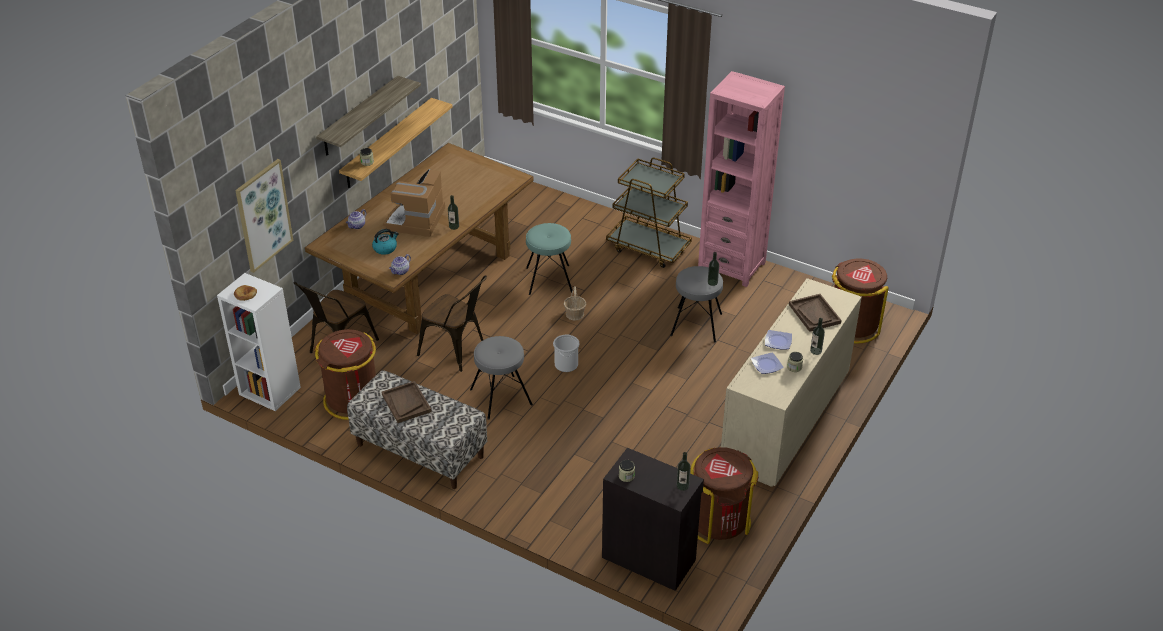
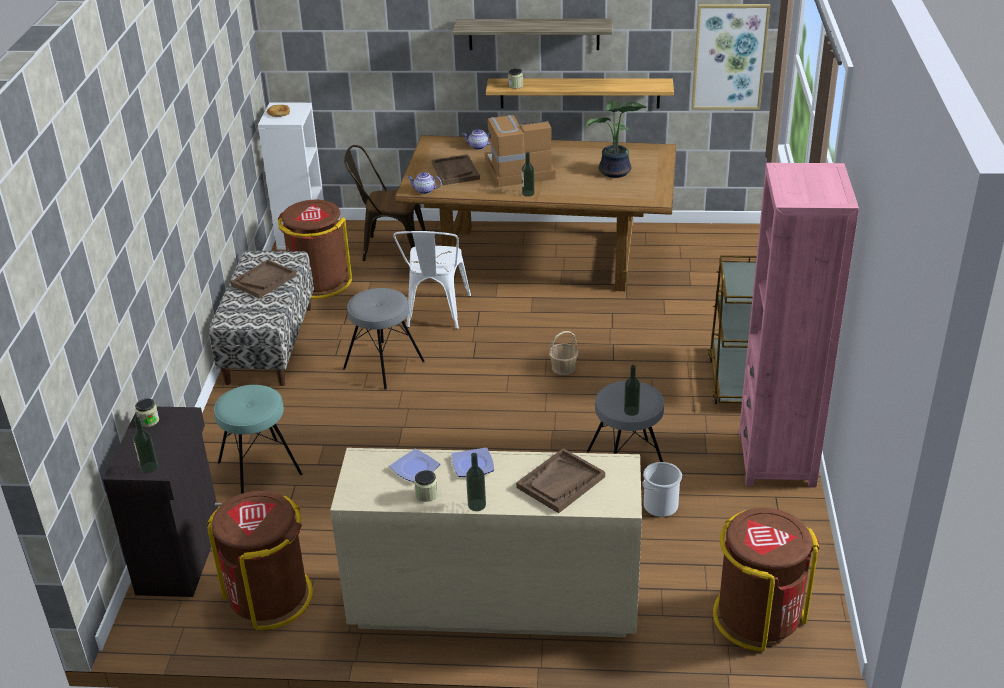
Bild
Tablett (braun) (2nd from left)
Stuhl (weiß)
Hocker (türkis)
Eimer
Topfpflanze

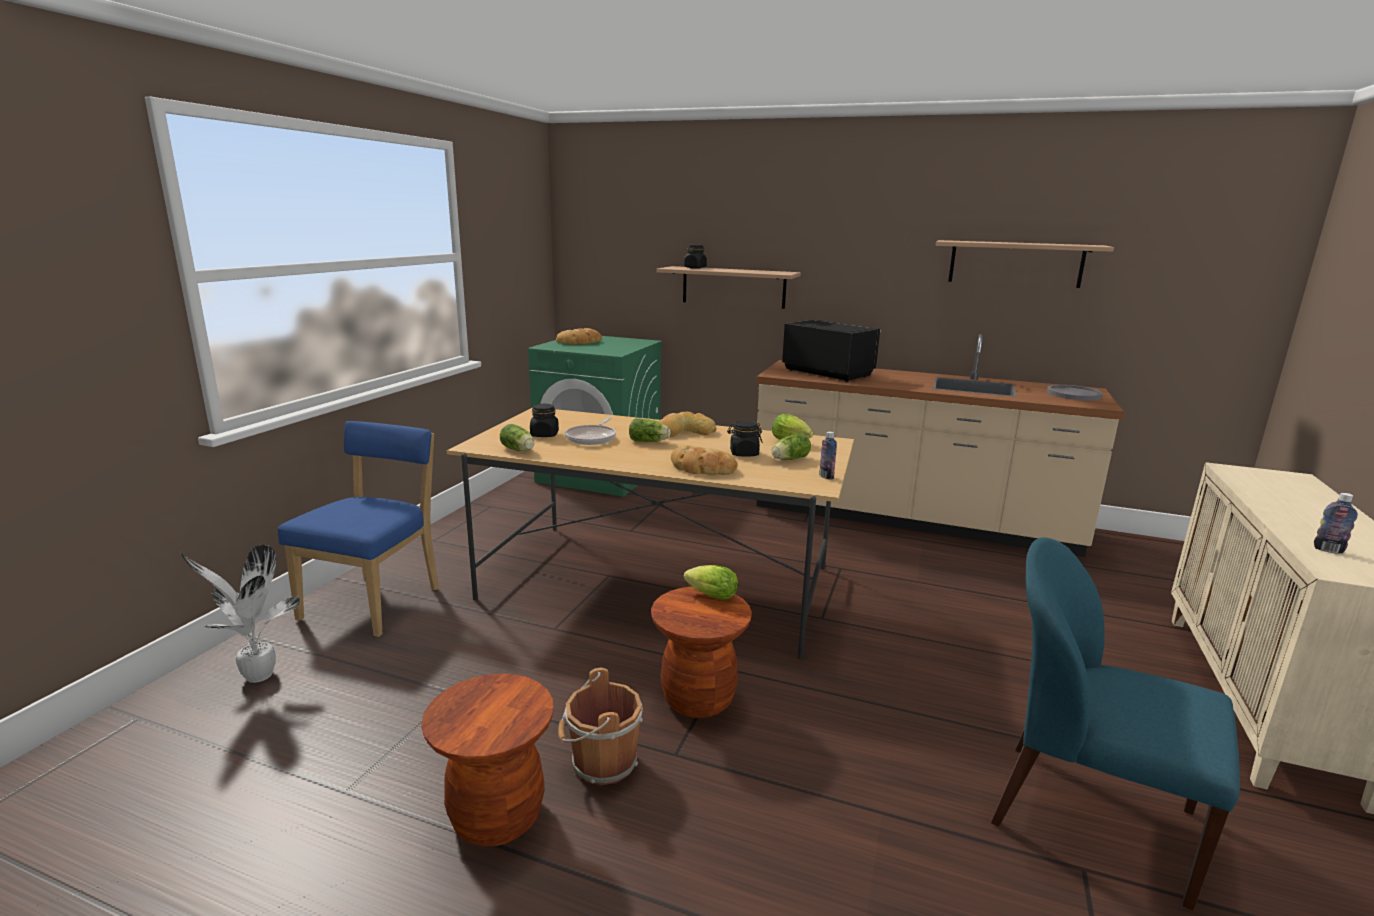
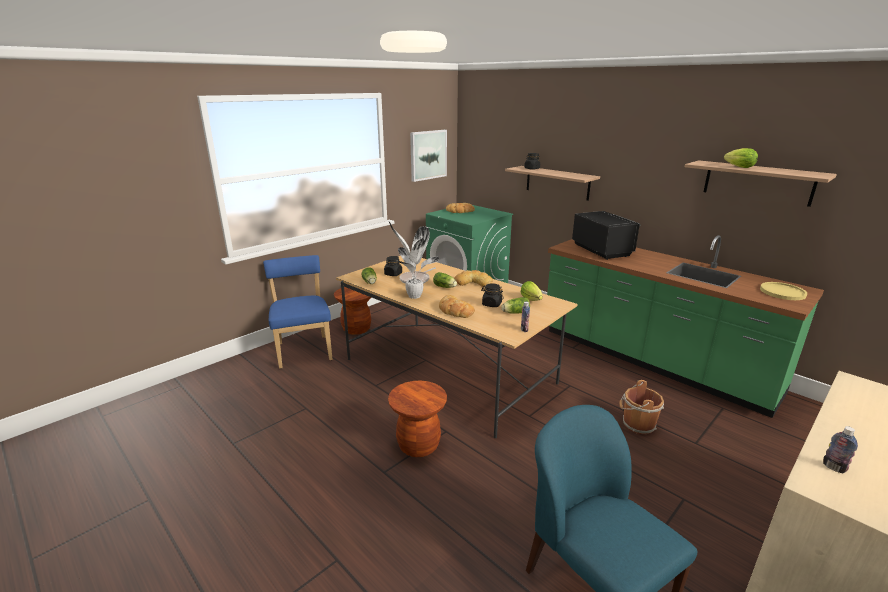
Topfpflanze
Stuhl (blau) (1st from left)
Hocker (braun) (1st from left)
Eimer (braun)
Salatkopf (5th from left)
Küchenzeile (grün)
Teller (gelb)
Bild

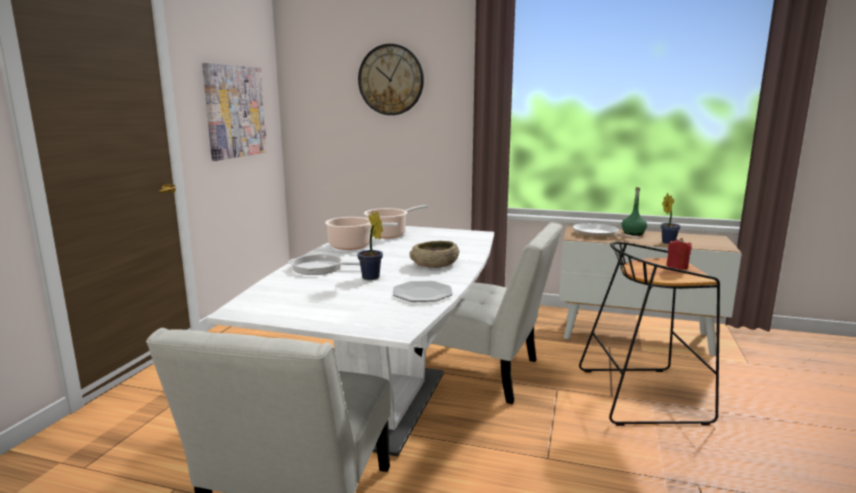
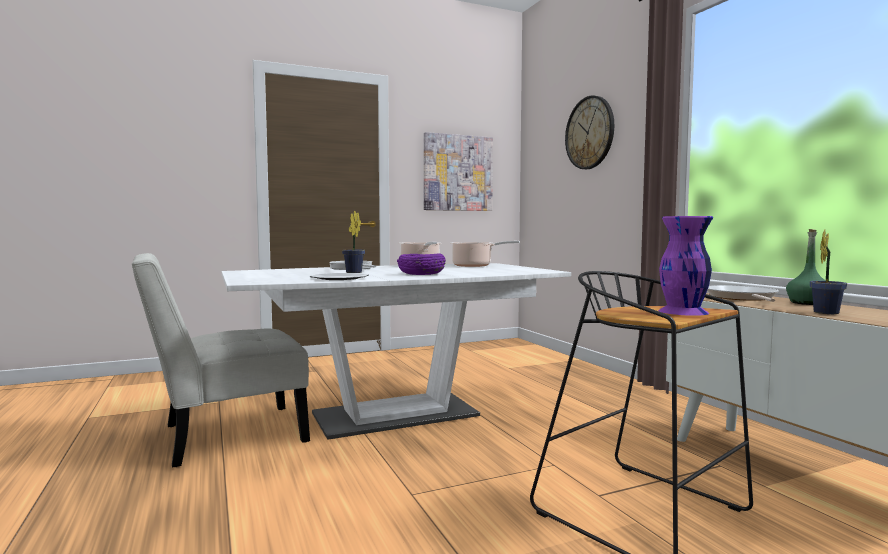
Schüssel (lila)
Stuhl (weiß) (2nd from left in the first image)
Vase (lila)

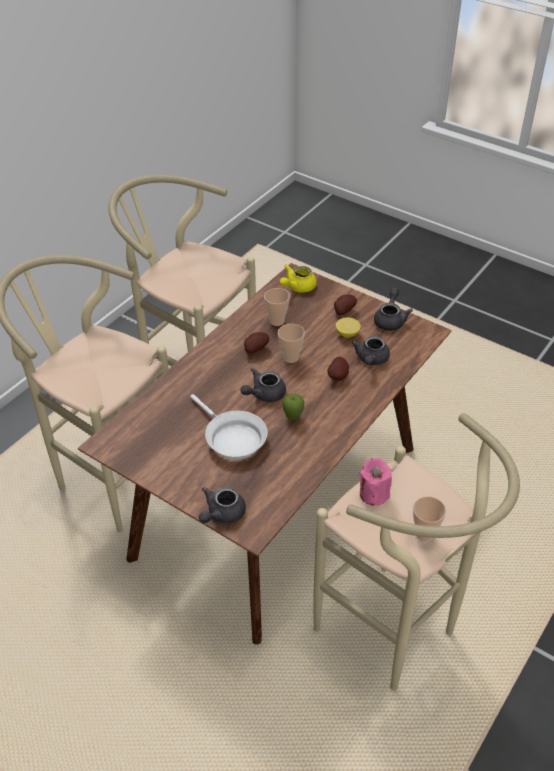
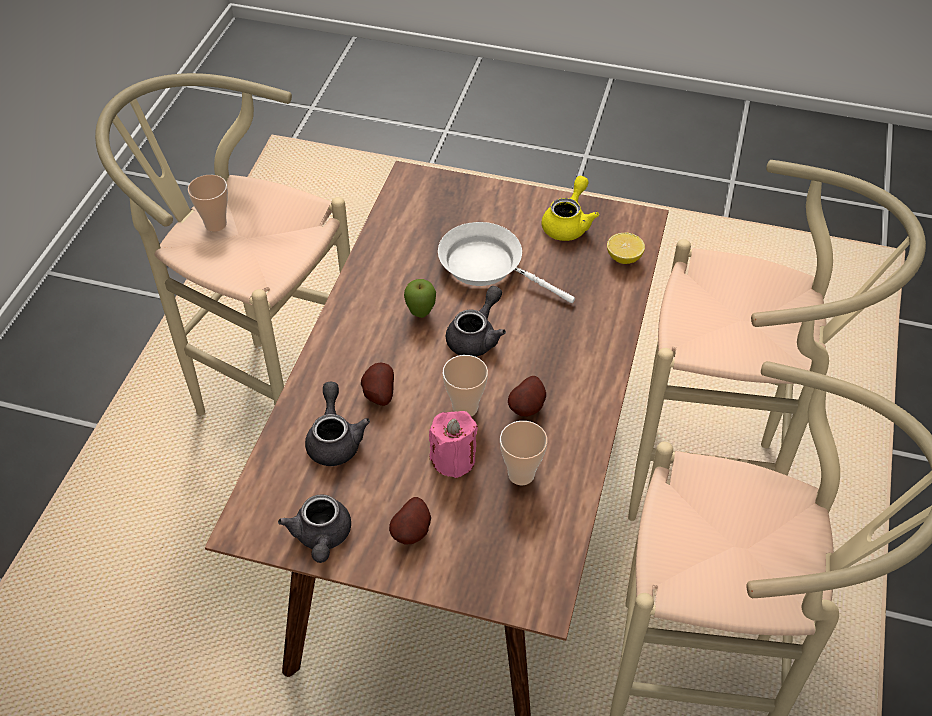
Teekanne (grau) (1st from left in the first image)
Teekanne (gelb)
Zitrone
Kerze (rosa)

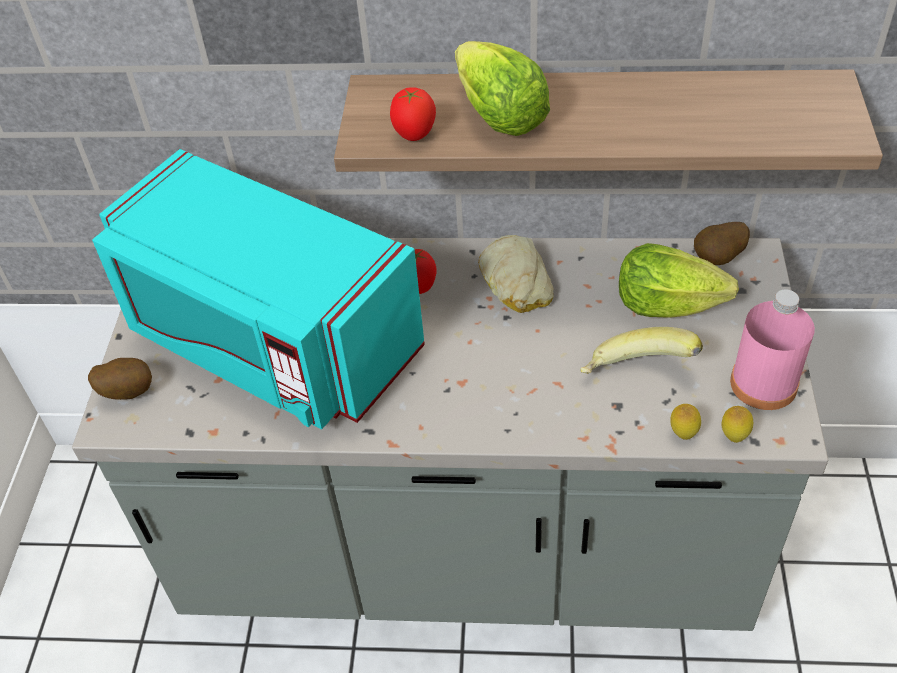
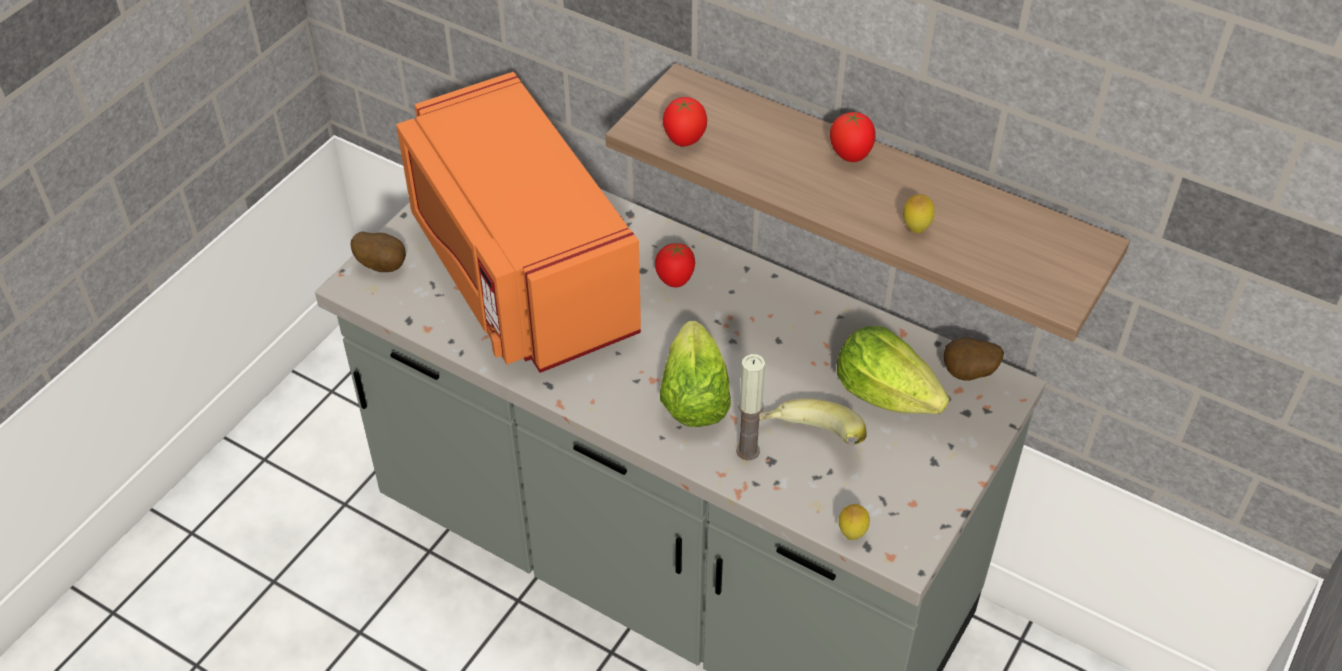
Mikrowelle (orange)
Salatkopf (1st from left)
Brot
Zitrone (2nd from left)
Flasche (rosa)
Kerze
Tomate (3rd from left)

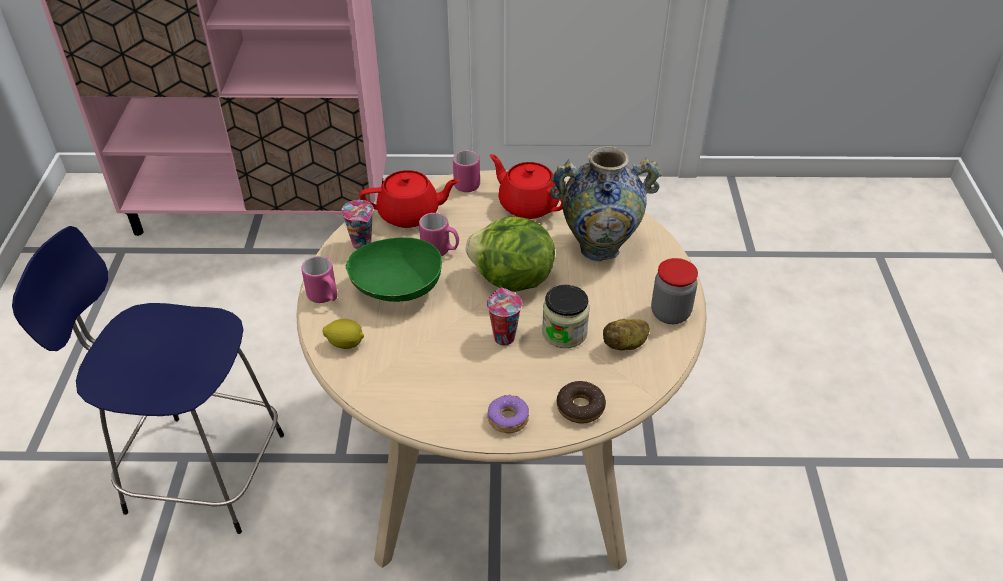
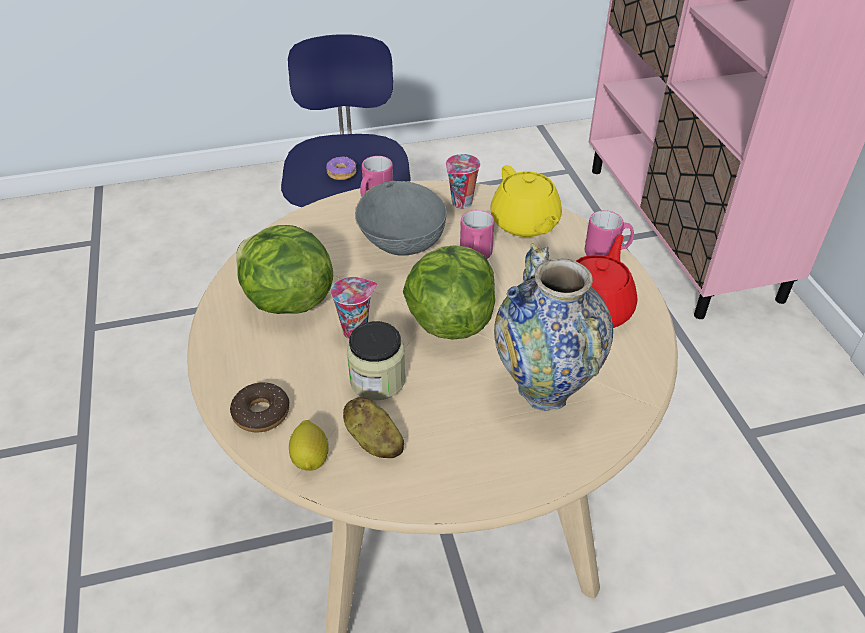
Zitrone
Schüssel (grau)
Teekanne (gelb)
Donut (2nd from left)
Vorratsglas (2nd from left in the first image)
Salatkopf (1st from left)

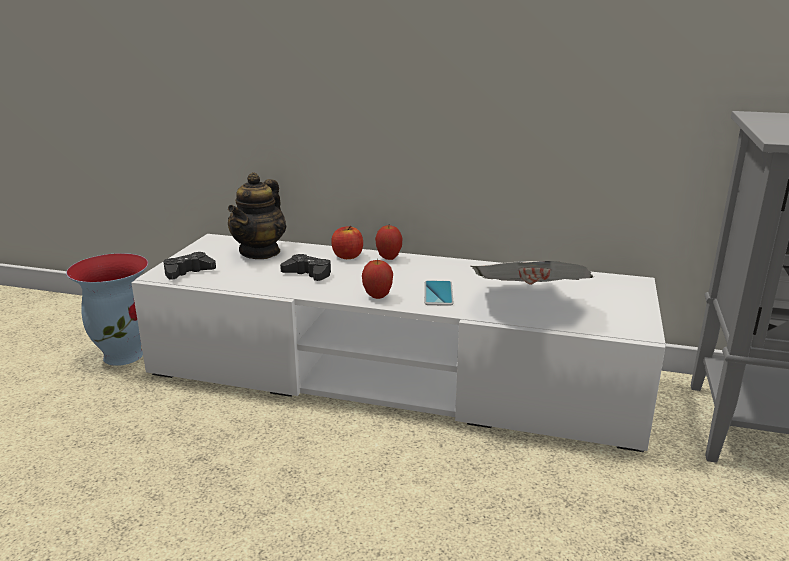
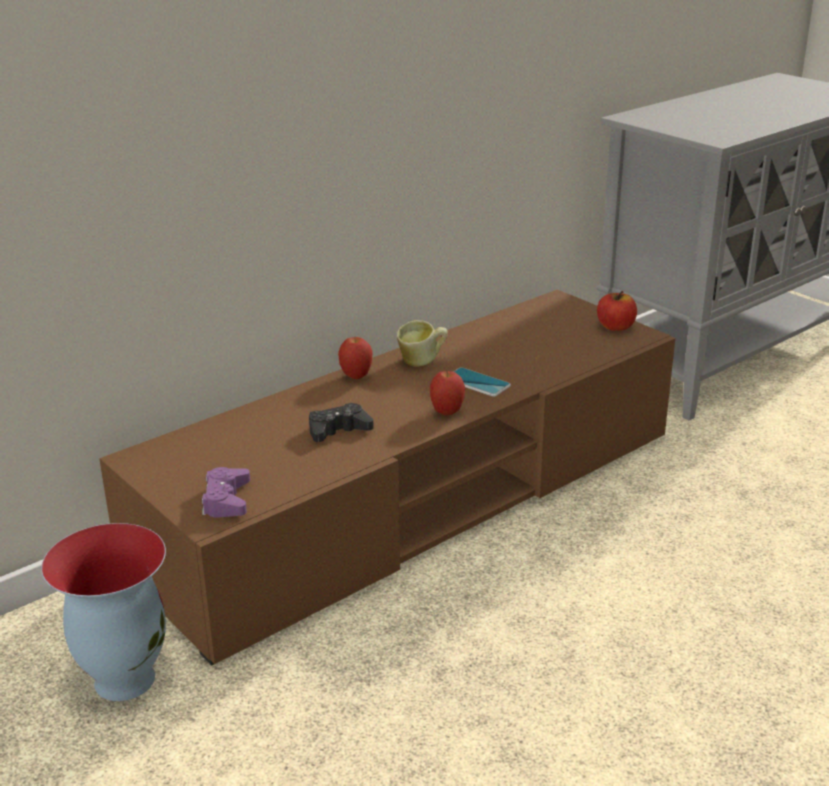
Fernsehschrank (braun)
Gamepad (lila)
Teekanne
Apfel (3rd from left)
Zeitung
Henkelbecher

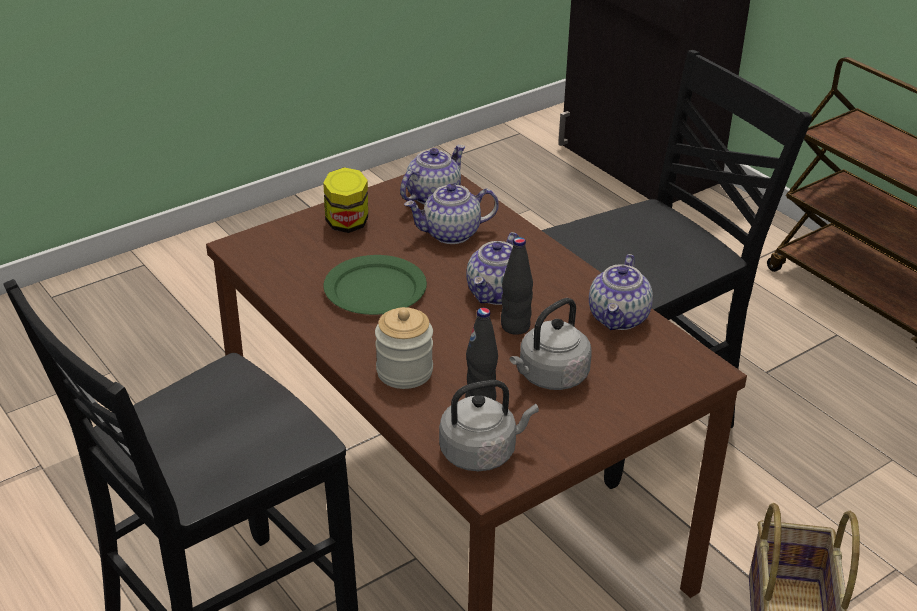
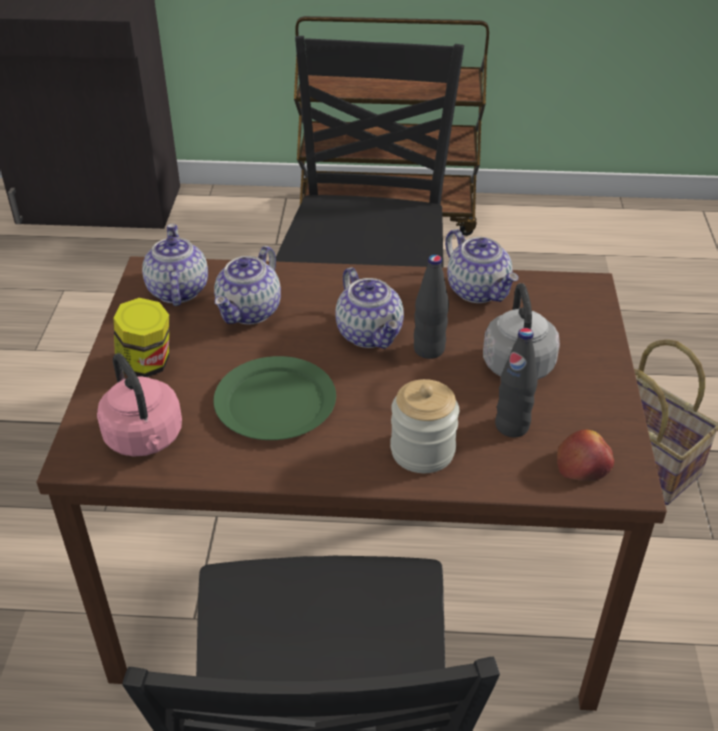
Apfel
Wasserkessel (rosa)

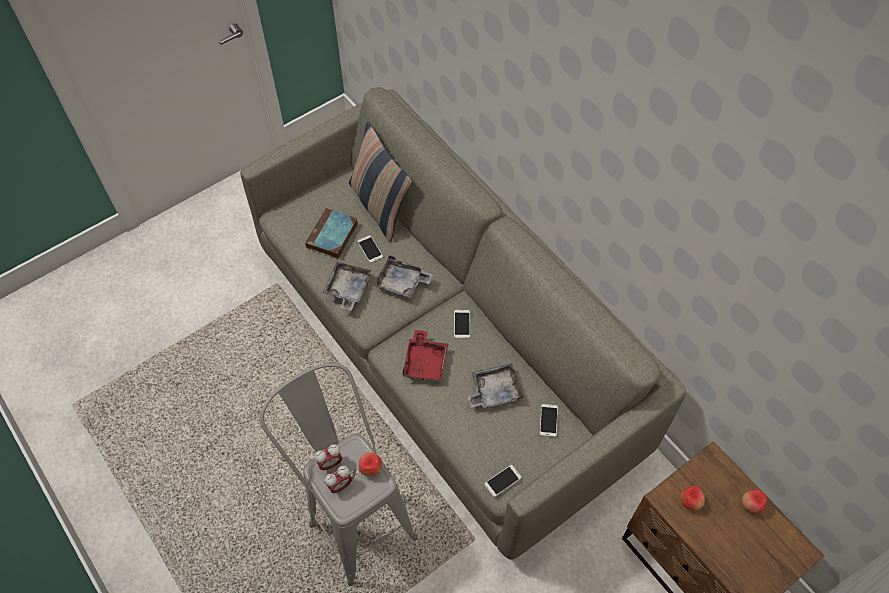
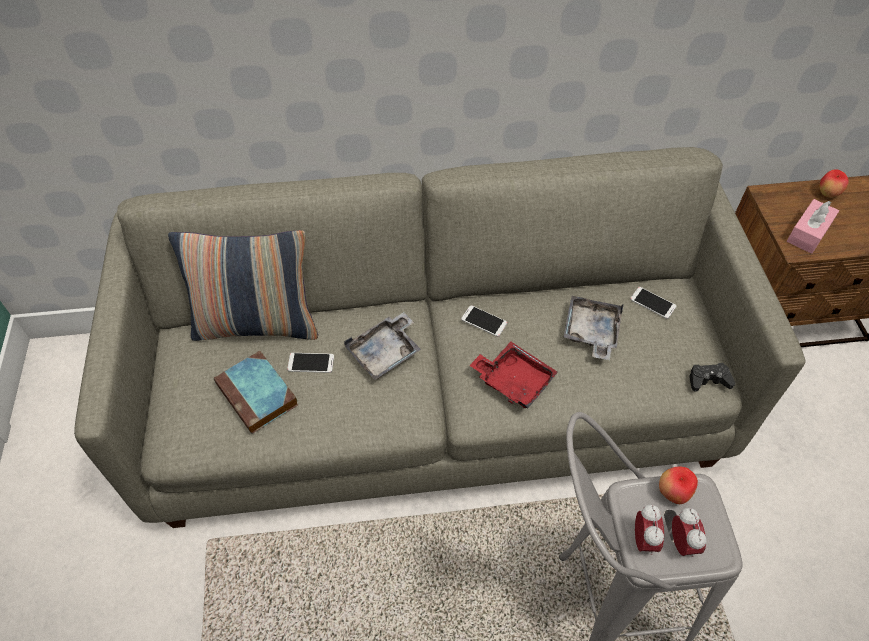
Tablett (grau) (1st from left in the first image)
Gamepad (schwarz)
Taschentuchbox (rosa)

